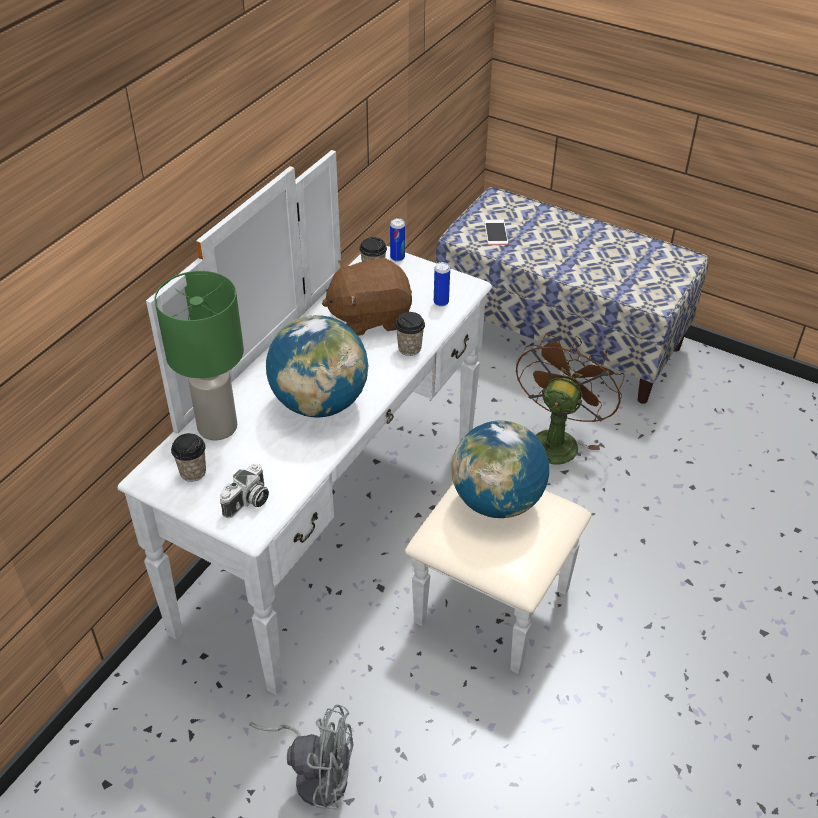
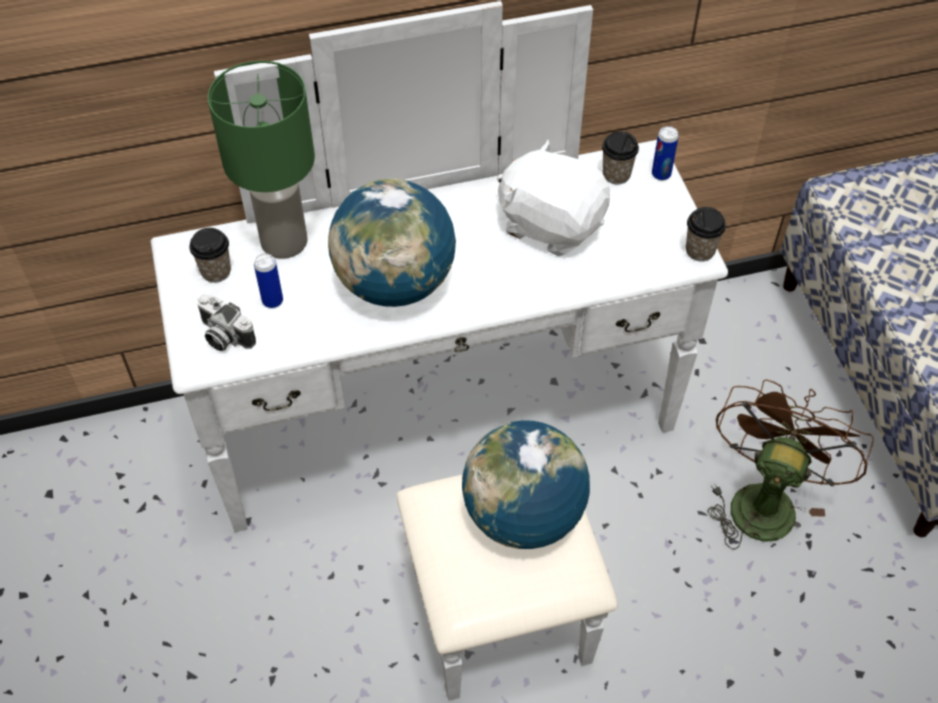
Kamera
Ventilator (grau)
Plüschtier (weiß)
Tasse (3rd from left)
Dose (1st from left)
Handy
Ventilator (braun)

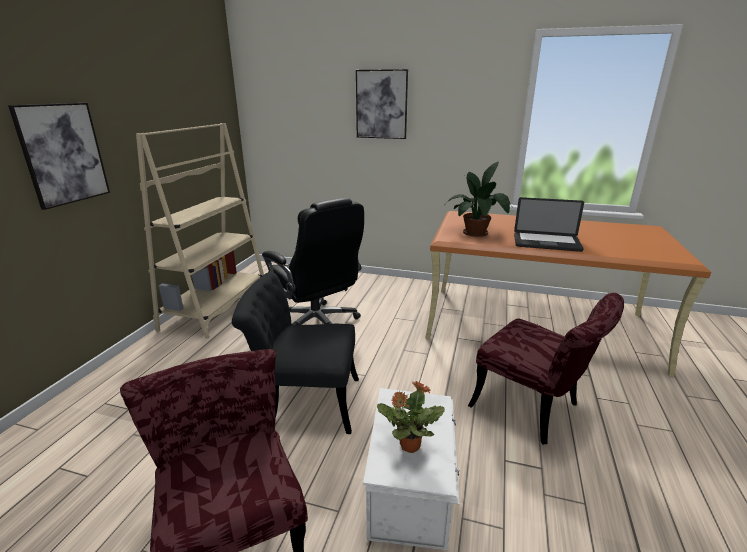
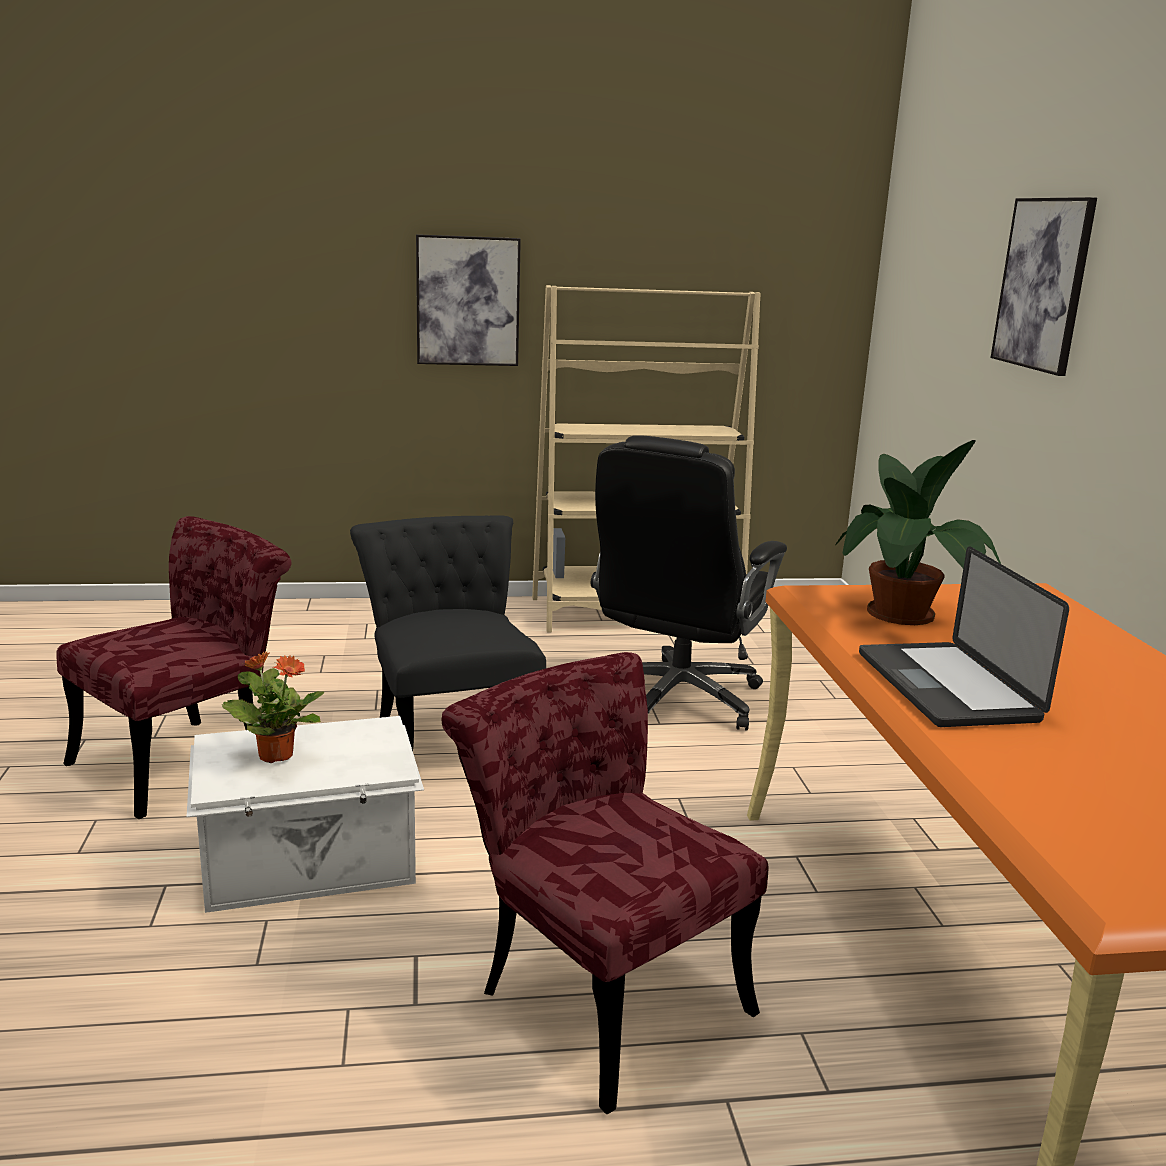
Stuhl (rot) (2nd from left)

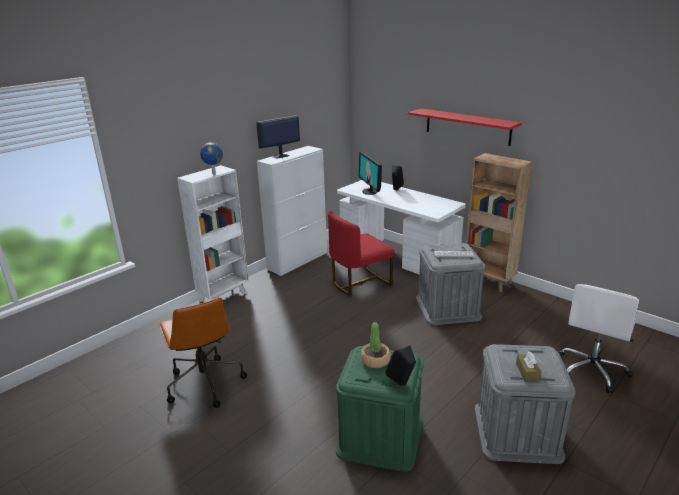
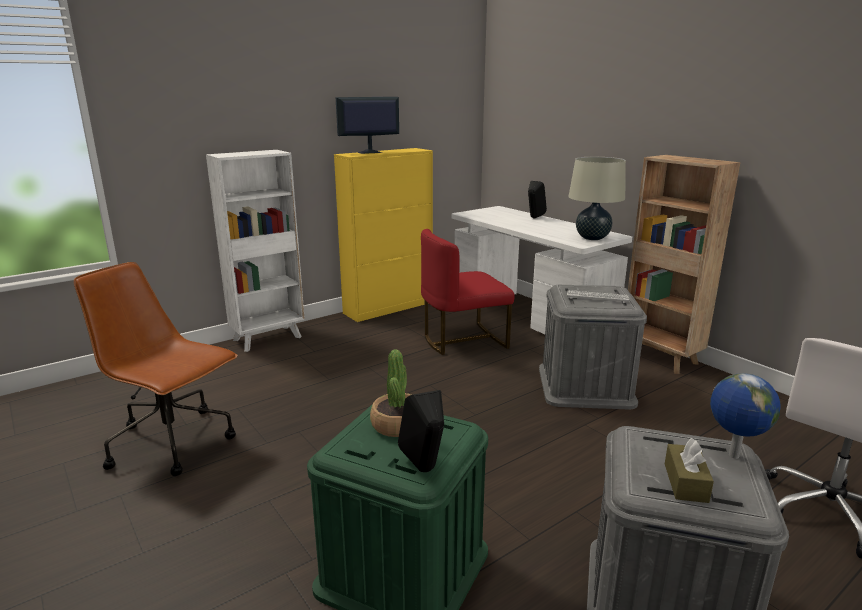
Bürostuhl (braun)
Globus
Schrank (gelb)
Monitor (2nd from left in the first image)
Wandregal (rot)
Tischlampe (beige)

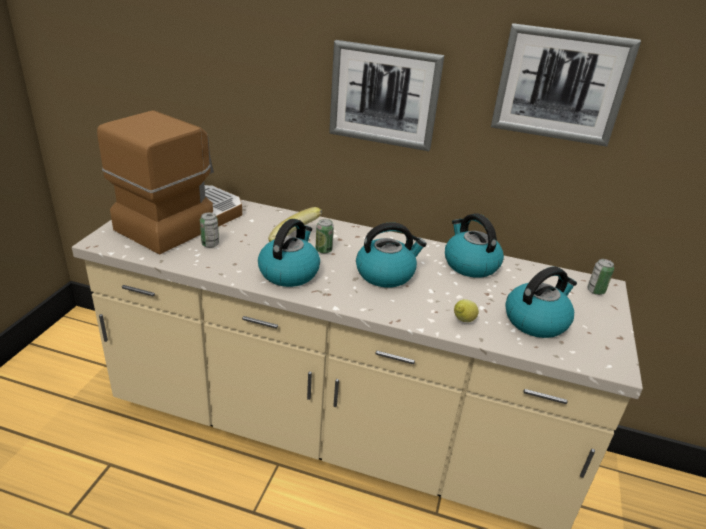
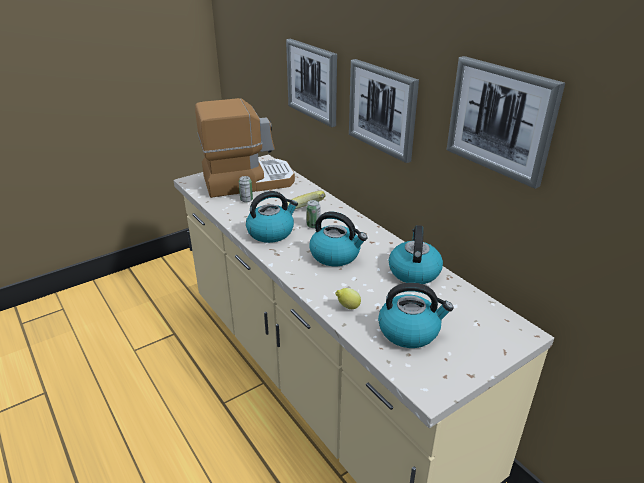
Dose (3rd from left in the first image)
Bild (1st from left)

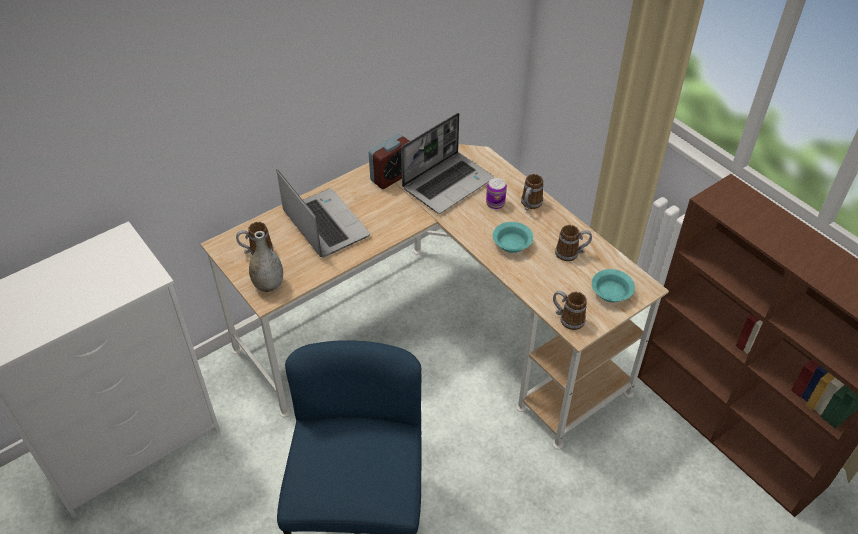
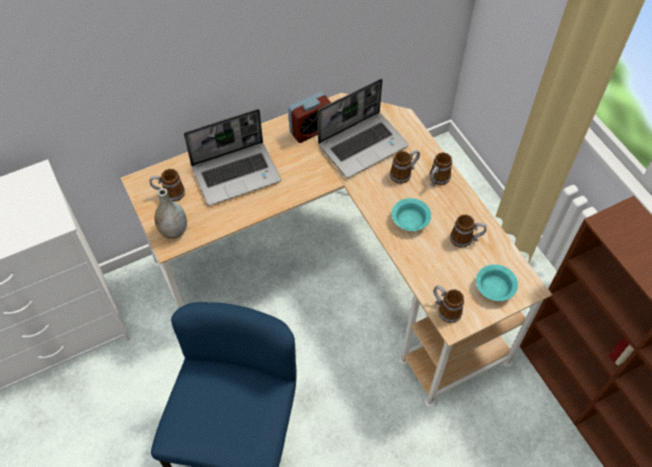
Laptop (1st from left)
Henkelbecher (2nd from left)

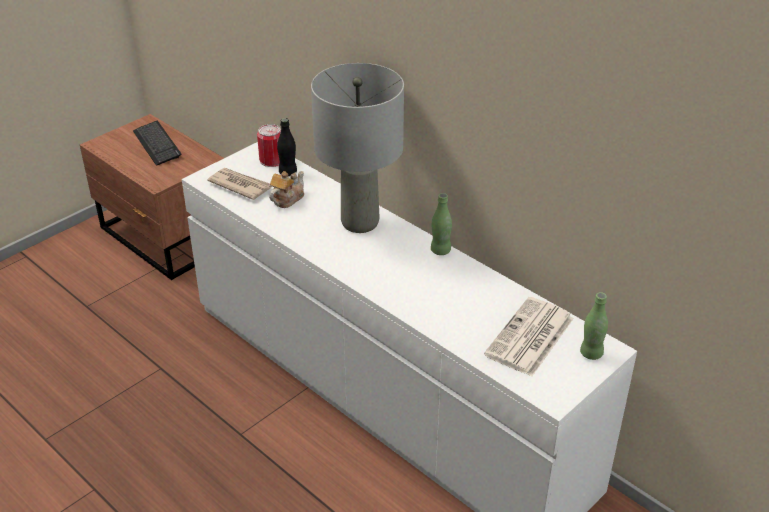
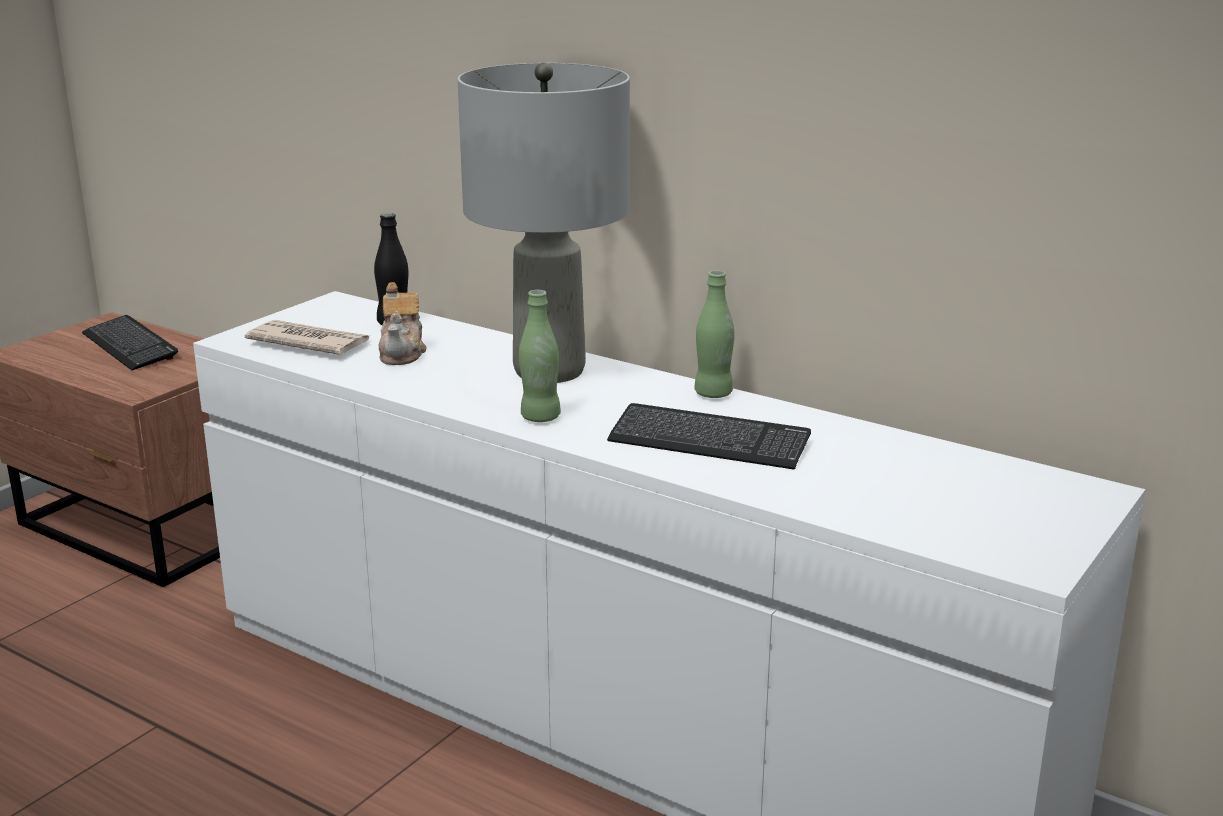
Dose
Teekanne
Zeitung (2nd from left in the first image)
Flasche (grün) (1st from left)
Tastatur (2nd from left)

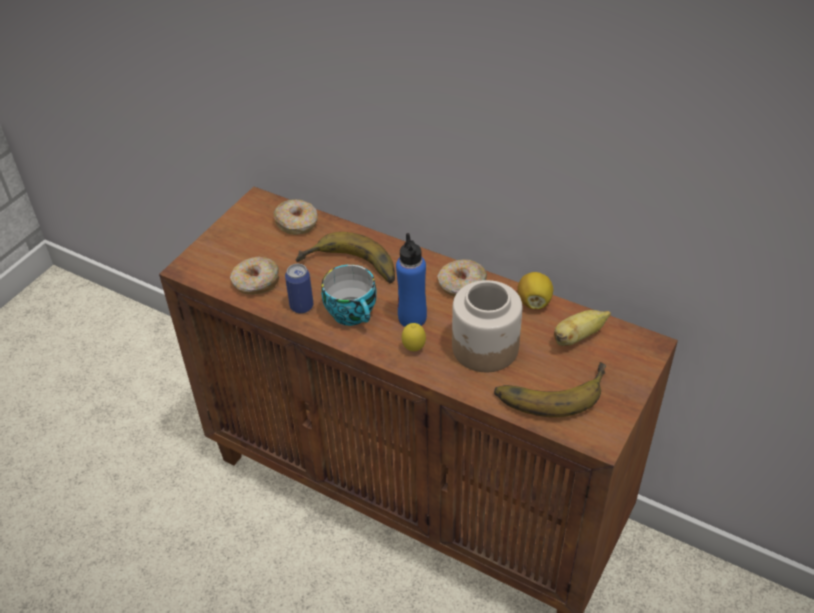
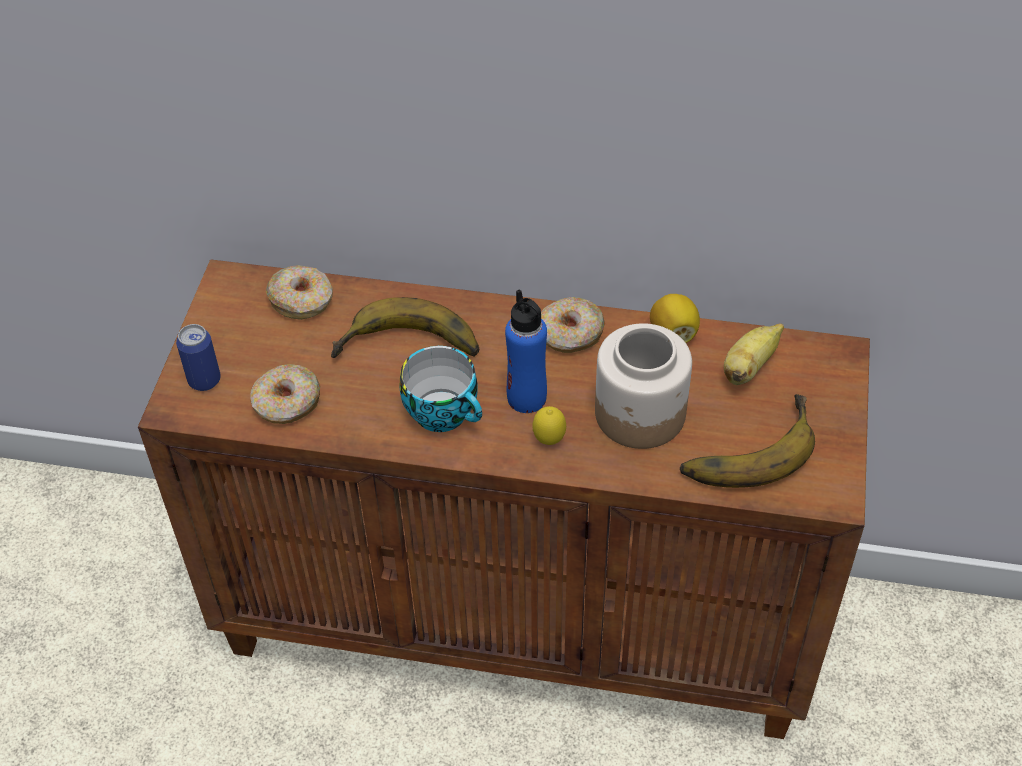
Dose

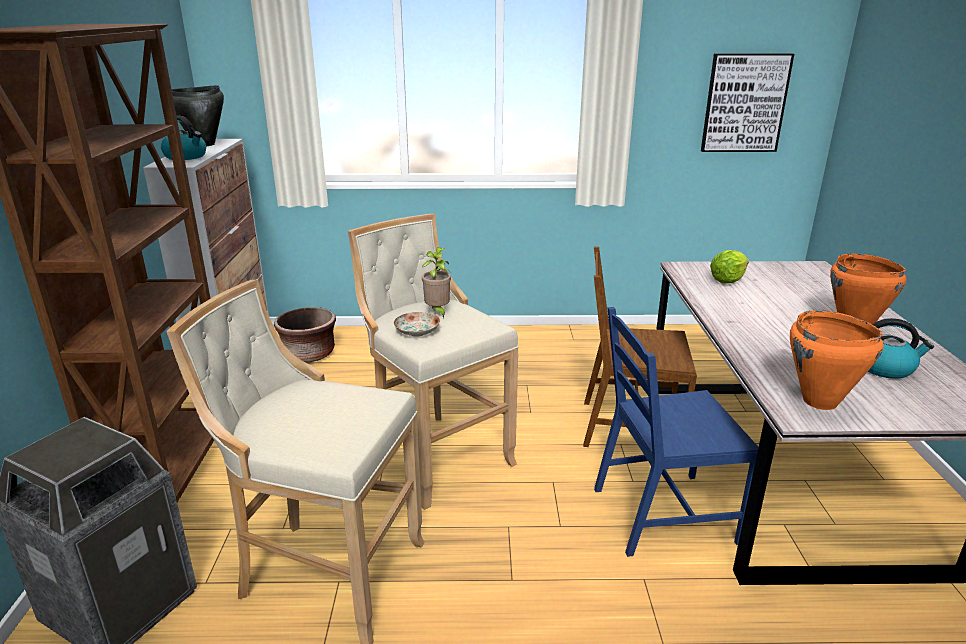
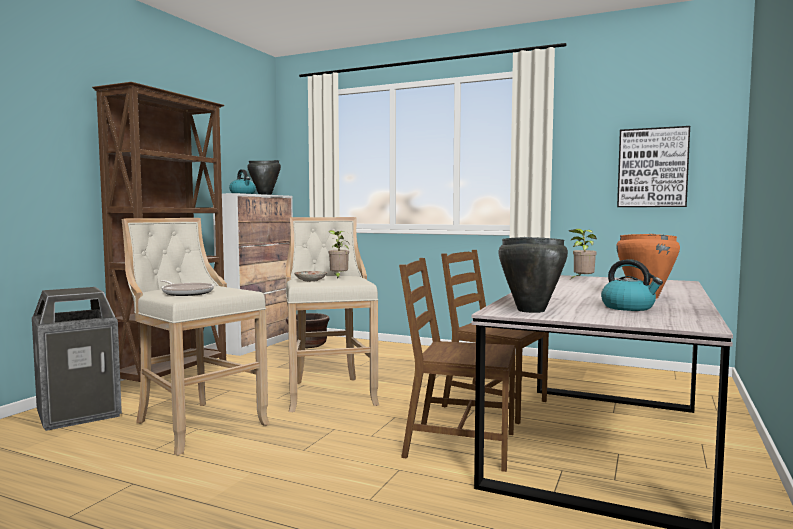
Stuhl (braun) (1st from left)
Topfpflanze (2nd from left)
Kochtopf (schwarz) (2nd from left)
Pfanne

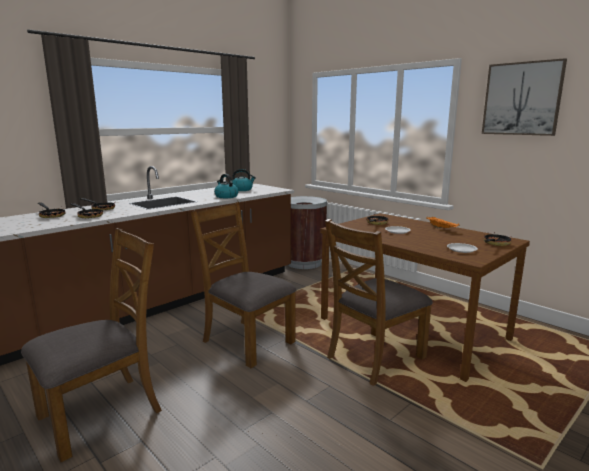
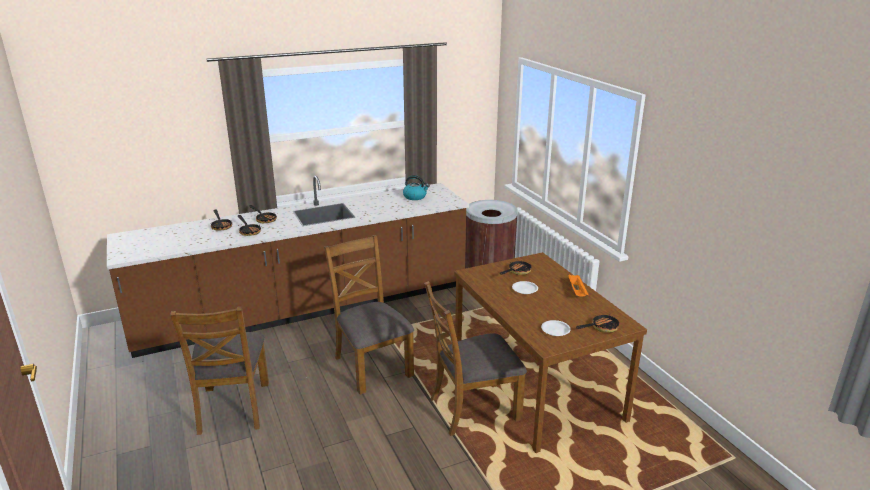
Stuhl (braun) (1st from left)
Wasserkessel (1st from left in the first image)
Bild

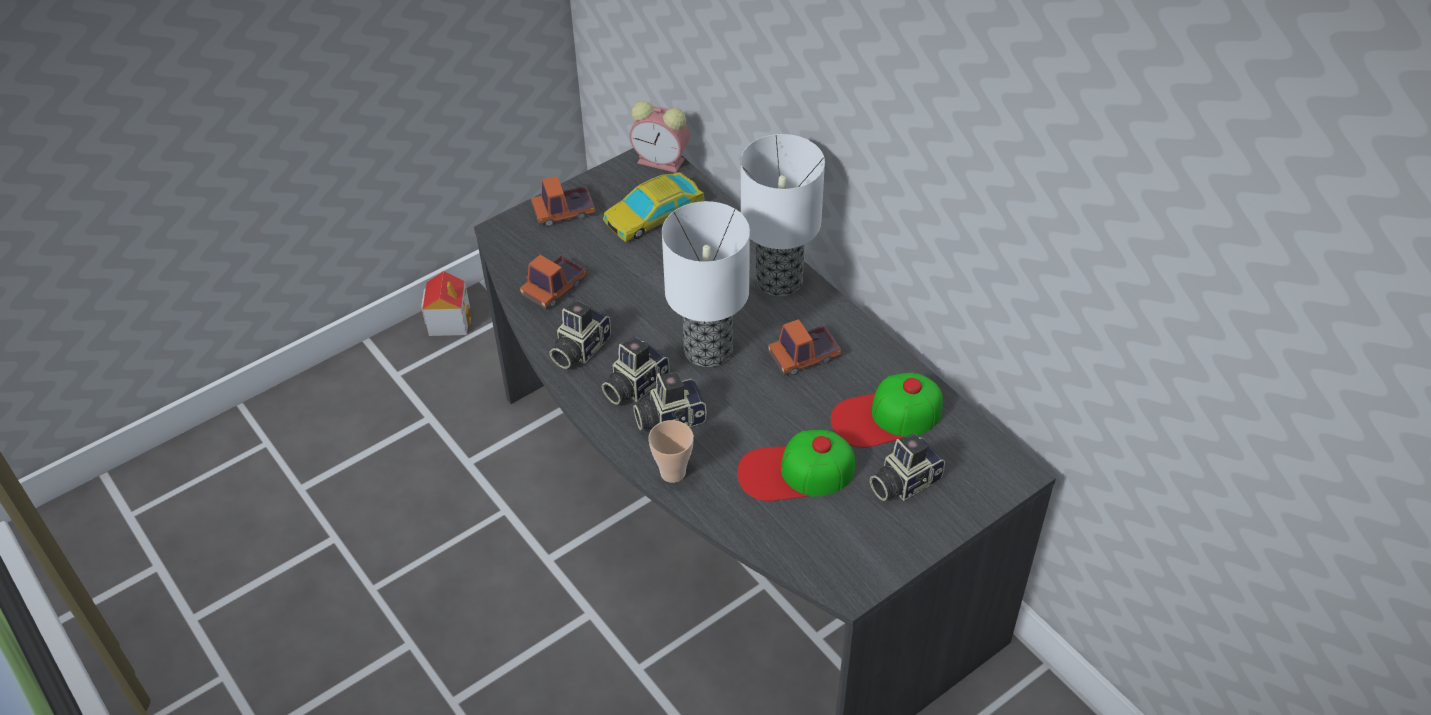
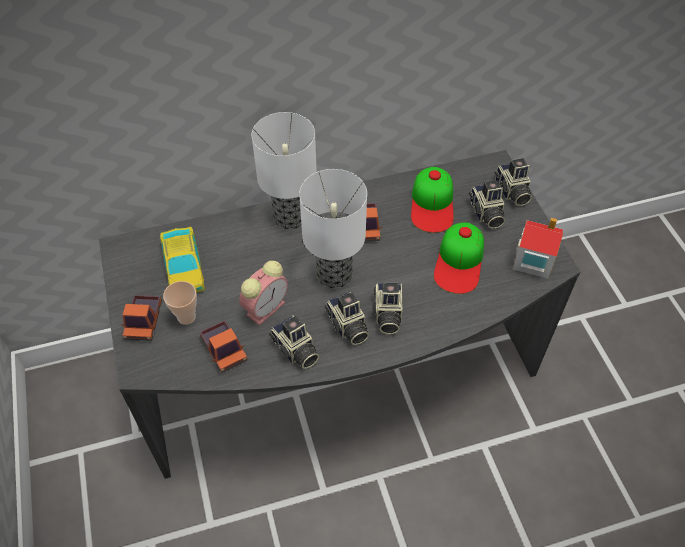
Spielzeughaus
Wecker
Tasse
Kamera (5th from left)

